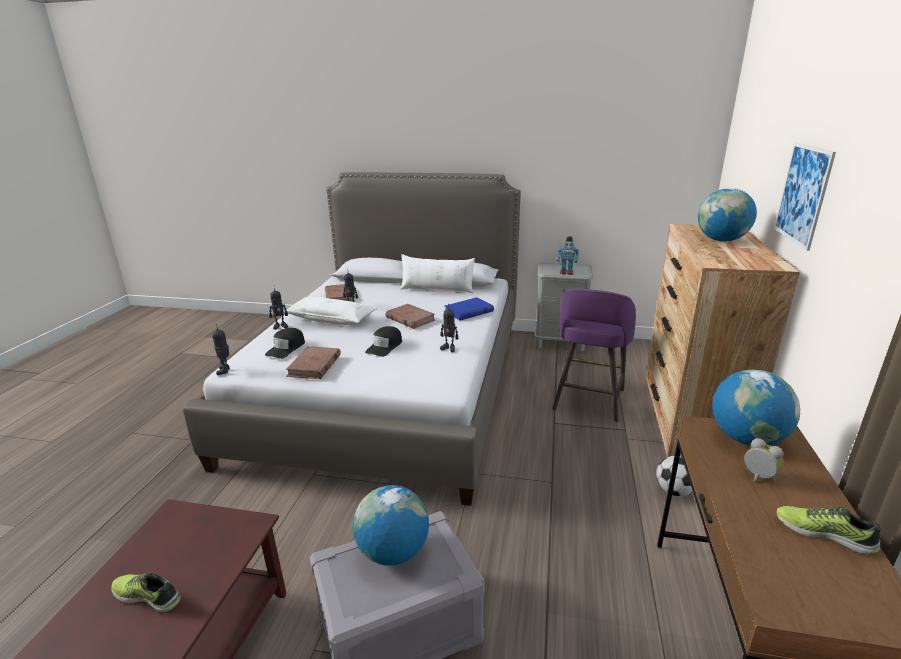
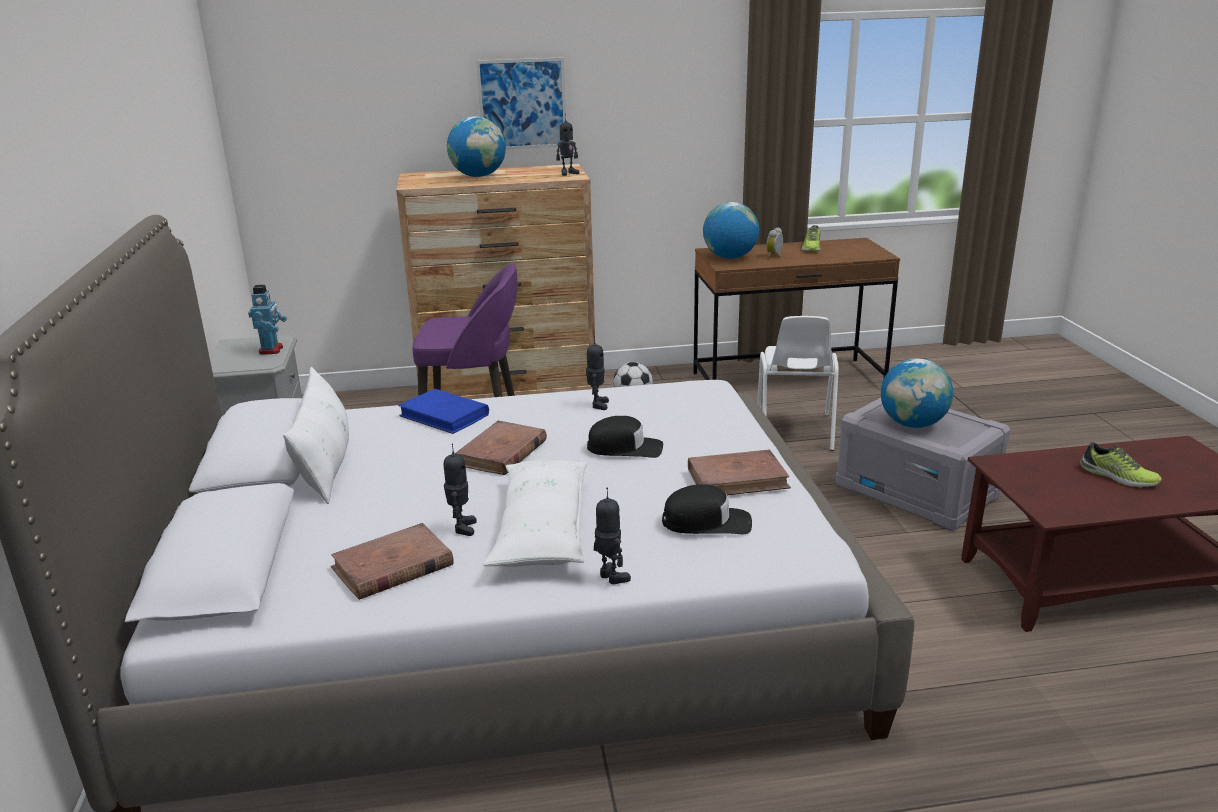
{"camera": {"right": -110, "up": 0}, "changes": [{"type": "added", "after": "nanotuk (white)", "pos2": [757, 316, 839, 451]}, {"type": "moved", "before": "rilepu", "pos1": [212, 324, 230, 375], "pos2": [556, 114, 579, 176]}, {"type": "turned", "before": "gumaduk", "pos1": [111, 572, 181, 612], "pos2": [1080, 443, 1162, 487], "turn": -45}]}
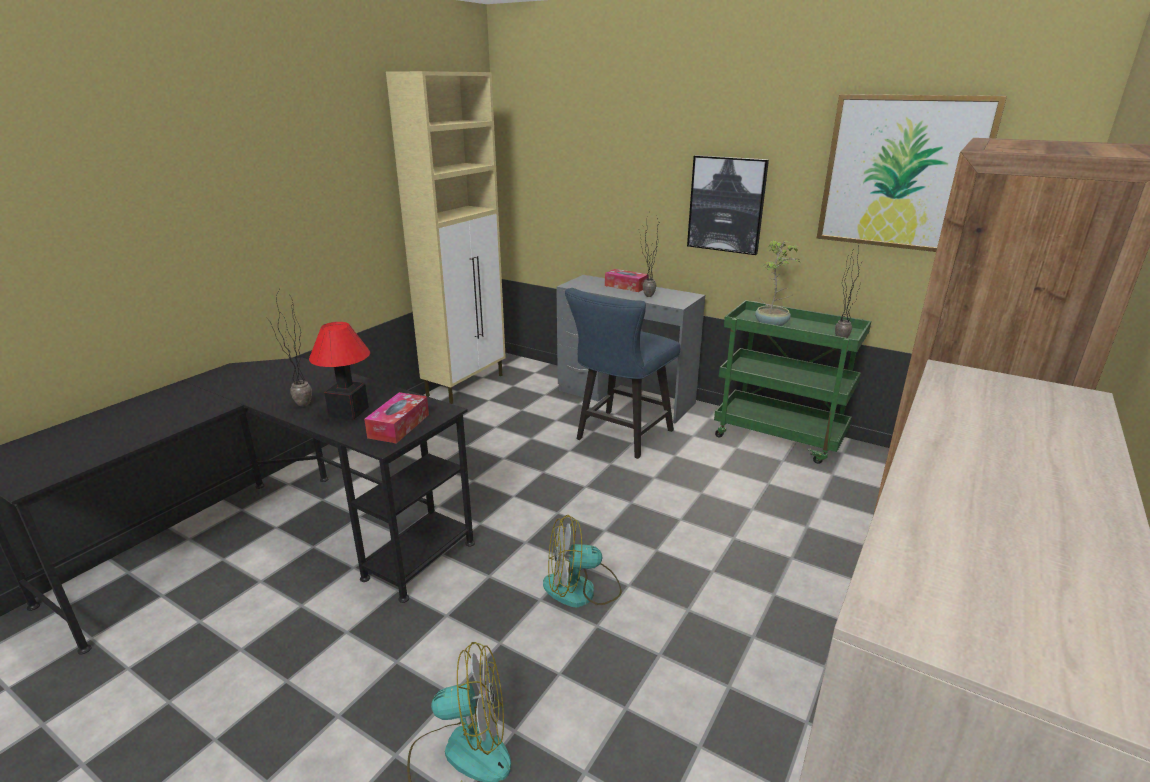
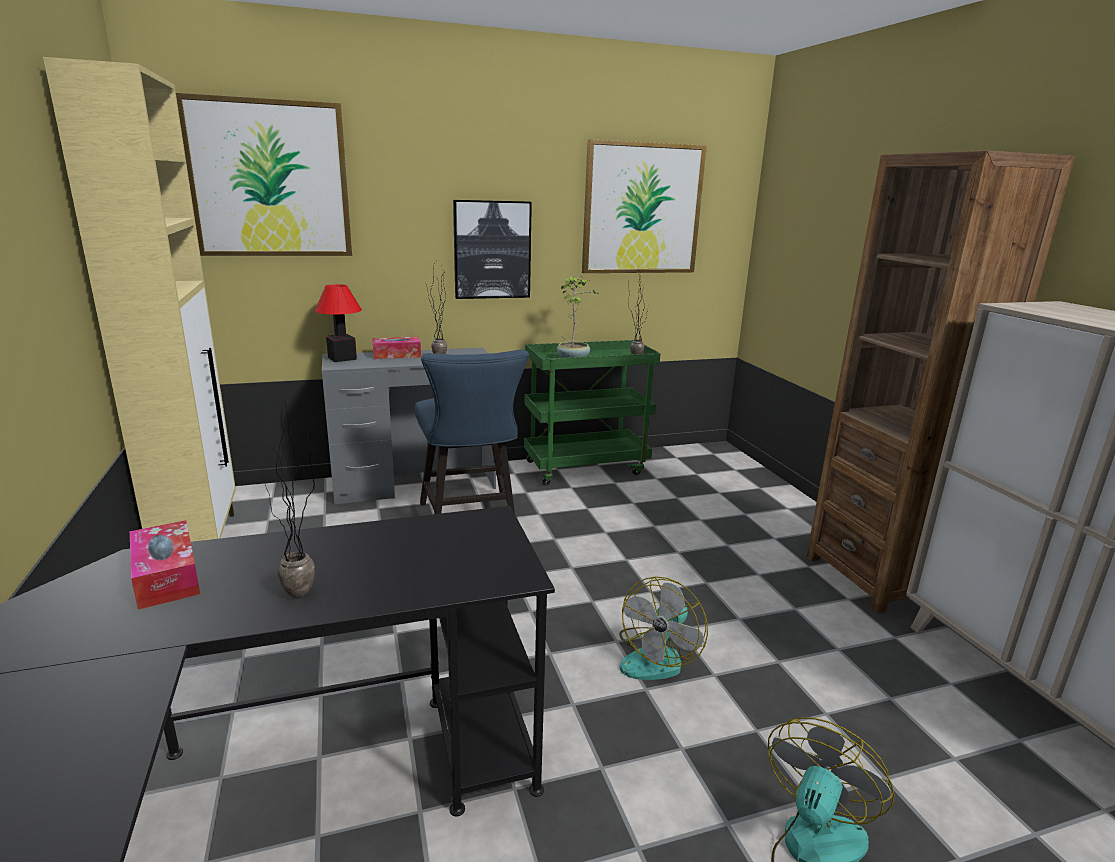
{"camera": {"right": -50, "up": -5}, "changes": [{"type": "added", "after": "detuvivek", "pos2": [176, 93, 352, 256]}, {"type": "moved", "before": "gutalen", "pos1": [309, 322, 370, 420], "pos2": [315, 284, 362, 362]}, {"type": "moved", "before": "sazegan", "pos1": [364, 392, 429, 444], "pos2": [130, 520, 200, 610]}]}
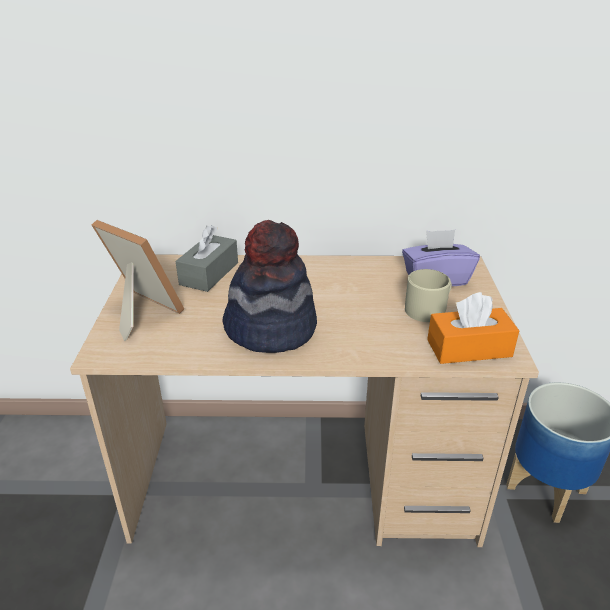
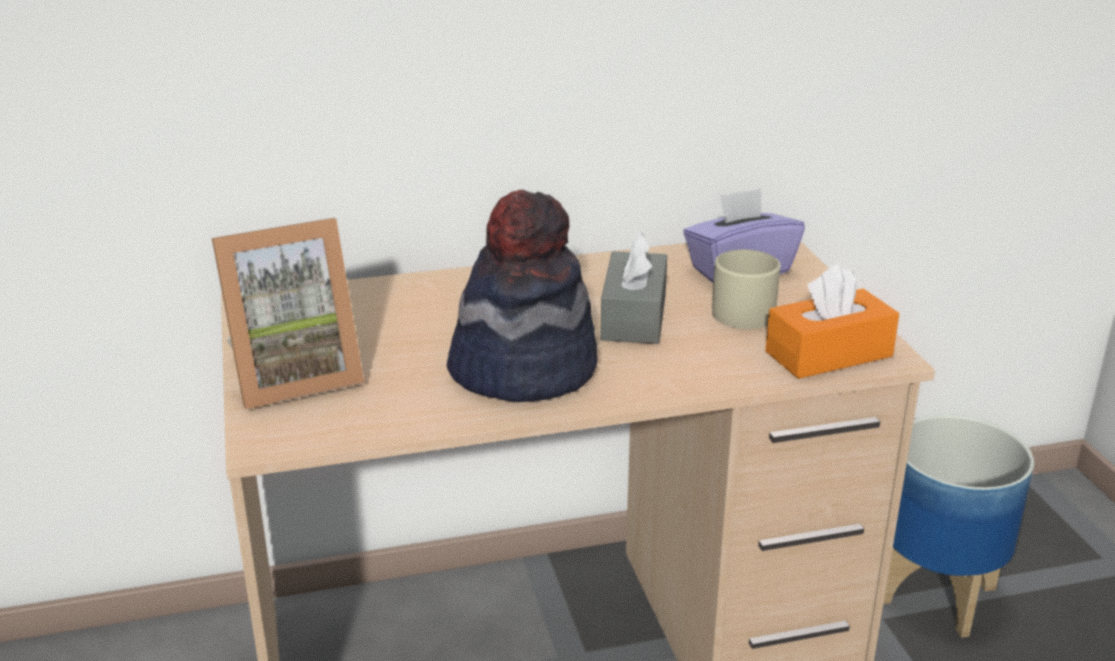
{"camera": {"right": -15, "up": -5}, "changes": [{"type": "moved", "before": "sazegan (grey)", "pos1": [176, 225, 238, 292], "pos2": [600, 232, 667, 344]}, {"type": "turned", "before": "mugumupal", "pos1": [92, 220, 184, 341], "pos2": [212, 218, 364, 409], "turn": 135}]}
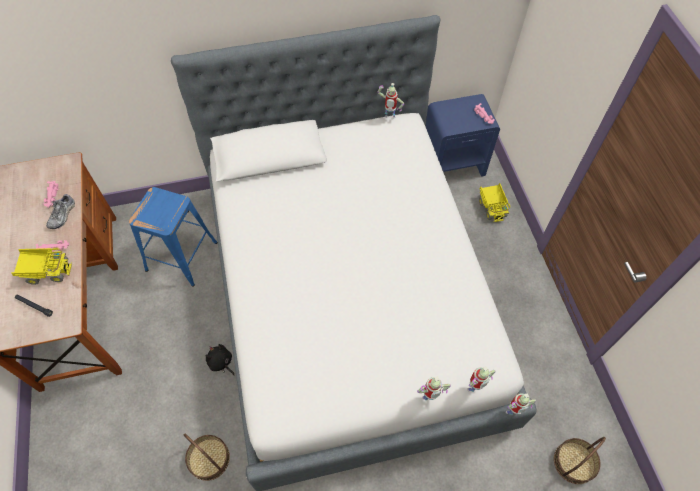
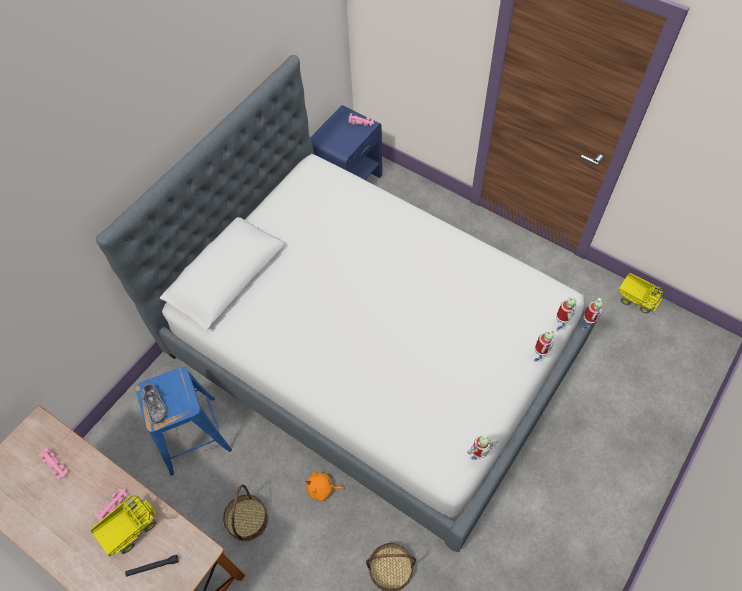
{"camera": {"right": -40, "up": 0}, "changes": [{"type": "moved", "before": "gumaduk", "pos1": [46, 194, 75, 229], "pos2": [141, 383, 167, 424]}, {"type": "moved", "before": "rilepu", "pos1": [377, 83, 404, 118], "pos2": [467, 434, 498, 460]}, {"type": "moved", "before": "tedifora", "pos1": [479, 183, 510, 222], "pos2": [618, 273, 663, 314]}, {"type": "moved", "before": "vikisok", "pos1": [554, 437, 606, 484], "pos2": [223, 484, 268, 541]}, {"type": "recoloured", "before": "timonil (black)", "after": "timonil (orange)", "pos1": [206, 344, 234, 375], "pos2": [306, 472, 344, 501]}]}
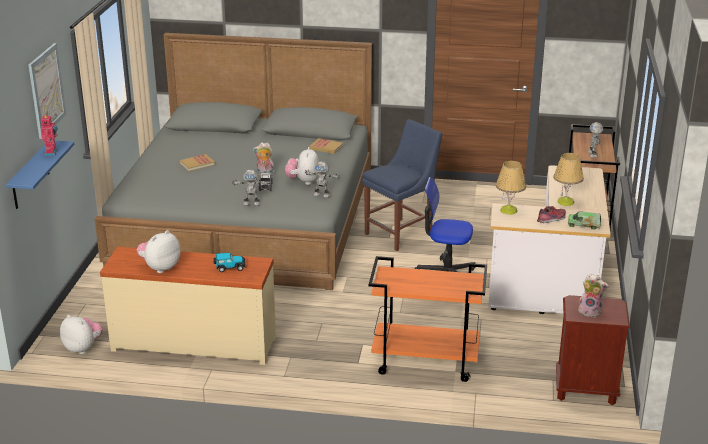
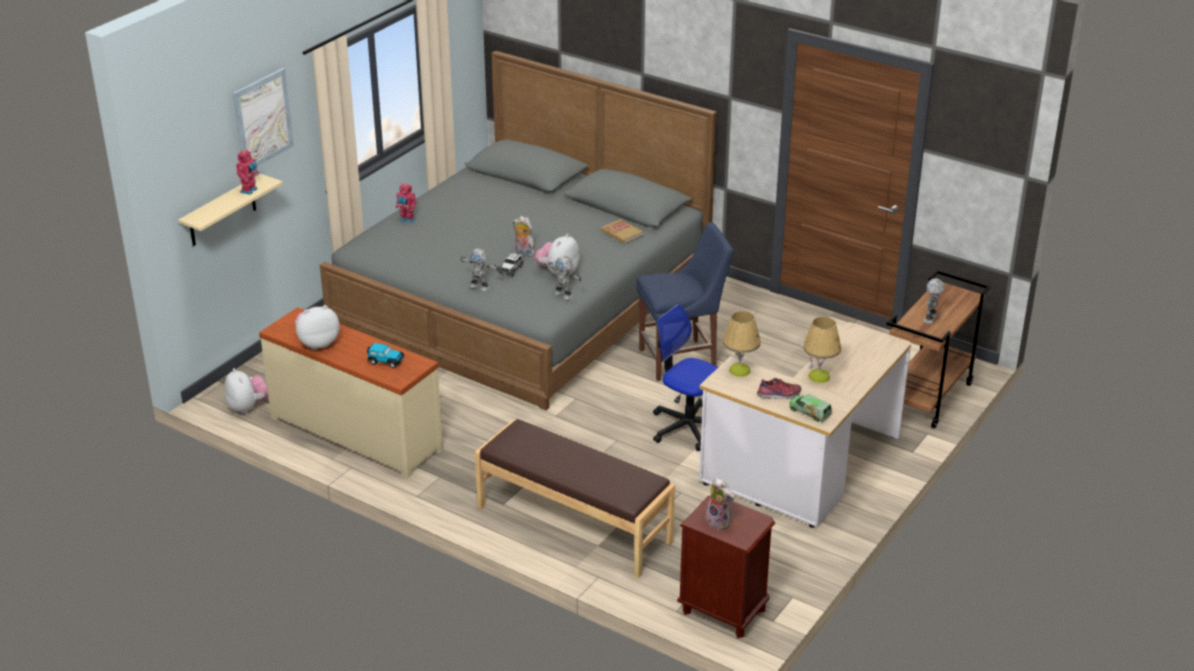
{"camera": {"right": 25, "up": 5}, "changes": [{"type": "removed", "before": "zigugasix", "pos1": [180, 154, 215, 171]}, {"type": "added", "after": "rilepu", "pos2": [396, 184, 417, 224]}, {"type": "replaced", "before": "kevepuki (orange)", "after": "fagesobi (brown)", "pos1": [369, 256, 487, 382], "pos2": [475, 419, 675, 578]}, {"type": "recoloured", "before": "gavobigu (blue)", "after": "gavobigu (beige)", "pos1": [6, 141, 75, 209], "pos2": [178, 174, 283, 246]}]}
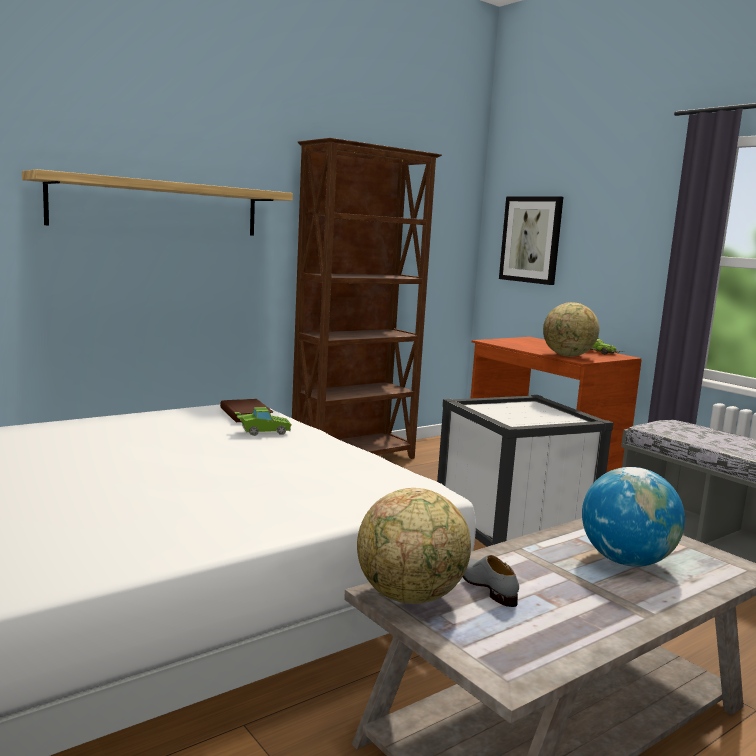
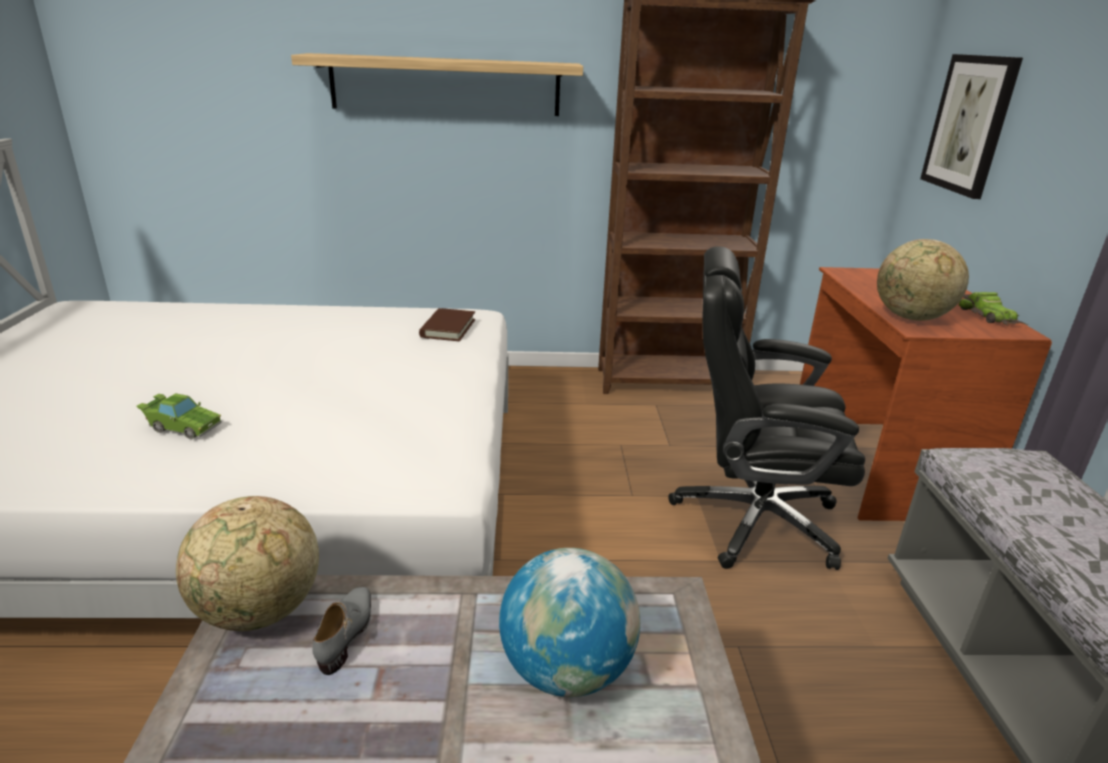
{"camera": {"right": 35, "up": 15}, "changes": [{"type": "moved", "before": "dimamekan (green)", "pos1": [234, 407, 292, 436], "pos2": [136, 393, 222, 440]}, {"type": "replaced", "before": "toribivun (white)", "after": "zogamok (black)", "pos1": [437, 395, 614, 547], "pos2": [668, 246, 865, 570]}]}
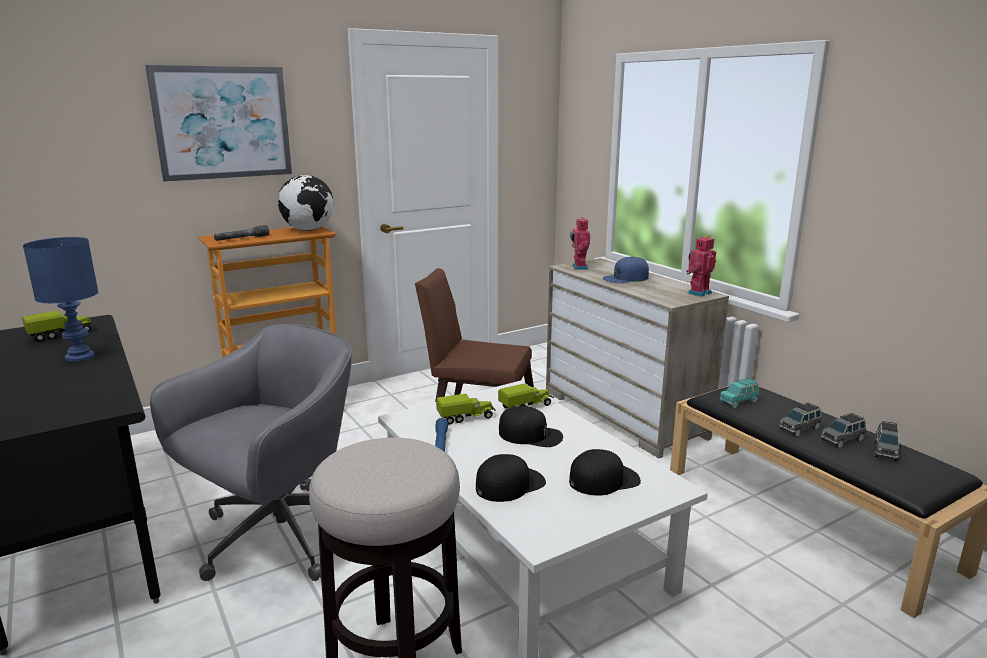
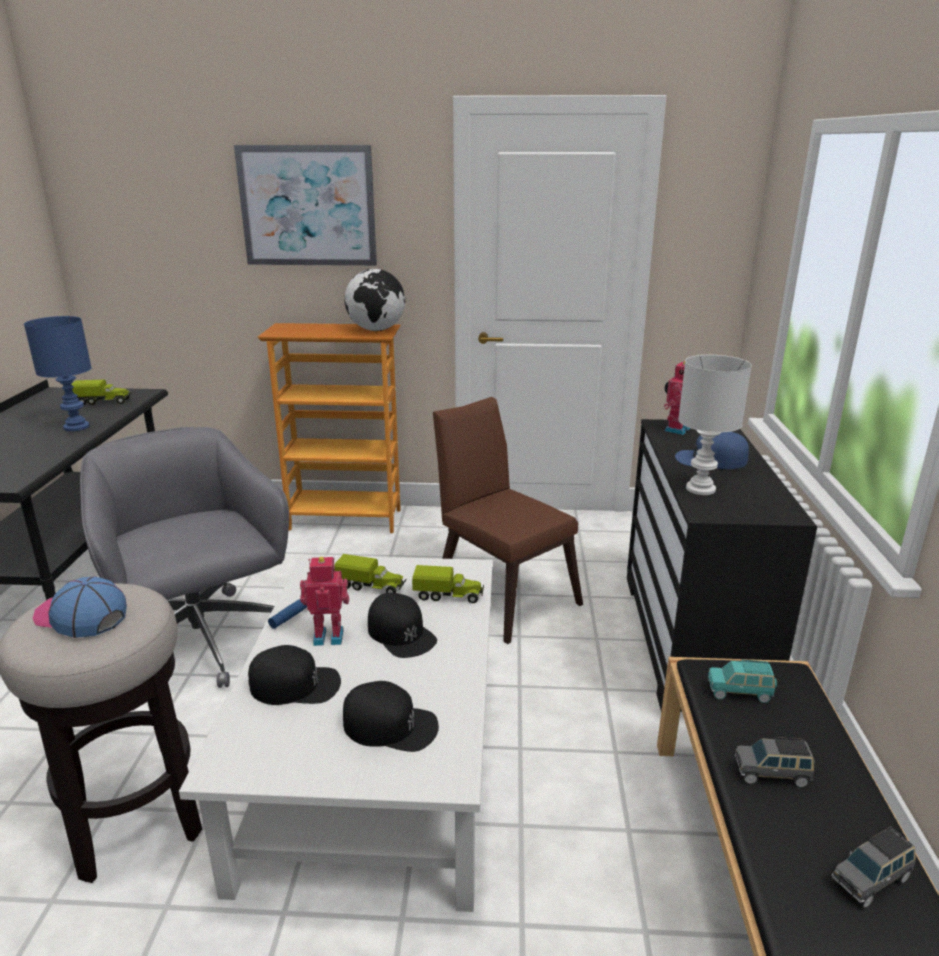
{"camera": {"right": 35, "up": 5}, "changes": [{"type": "removed", "before": "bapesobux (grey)", "pos1": [214, 225, 269, 241]}, {"type": "removed", "before": "dimamekan (grey)", "pos1": [821, 413, 866, 448]}, {"type": "added", "after": "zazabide", "pos2": [33, 577, 127, 638]}, {"type": "added", "after": "gutalen (white)", "pos2": [678, 355, 752, 495]}, {"type": "moved", "before": "rilepu", "pos1": [686, 236, 716, 297], "pos2": [300, 557, 349, 646]}, {"type": "recoloured", "before": "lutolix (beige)", "after": "lutolix (black)", "pos1": [546, 258, 729, 458], "pos2": [627, 419, 817, 712]}, {"type": "turned", "before": "zogamok (grey)", "pos1": [150, 324, 352, 581], "pos2": [80, 427, 289, 688], "turn": -105}]}
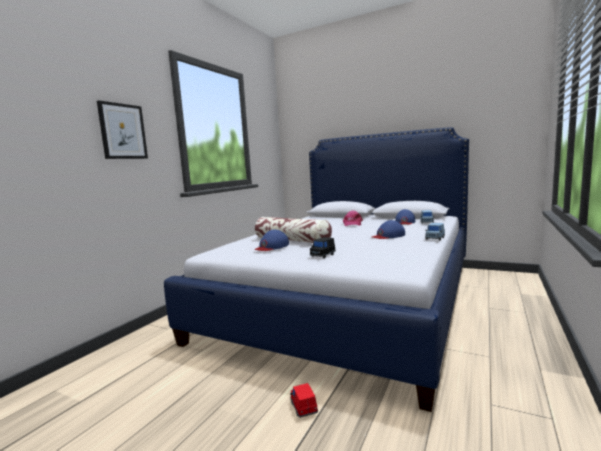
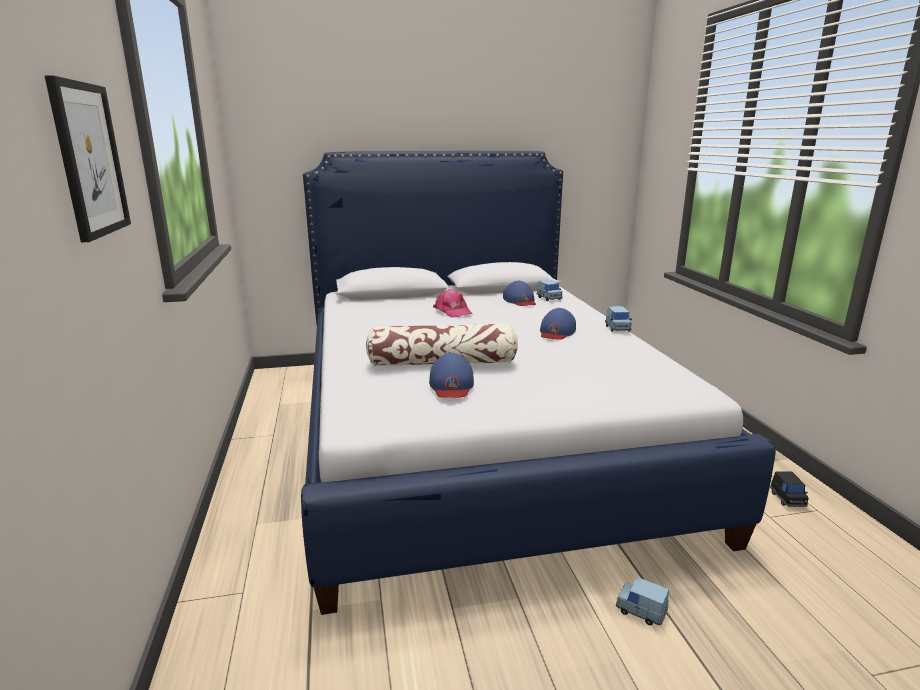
{"camera": {"right": -40, "up": 10}, "changes": [{"type": "moved", "before": "dimamekan (black)", "pos1": [310, 237, 336, 258], "pos2": [770, 471, 809, 507]}, {"type": "recoloured", "before": "dimamekan (red)", "after": "dimamekan (blue)", "pos1": [290, 383, 318, 417], "pos2": [616, 577, 669, 625]}]}
